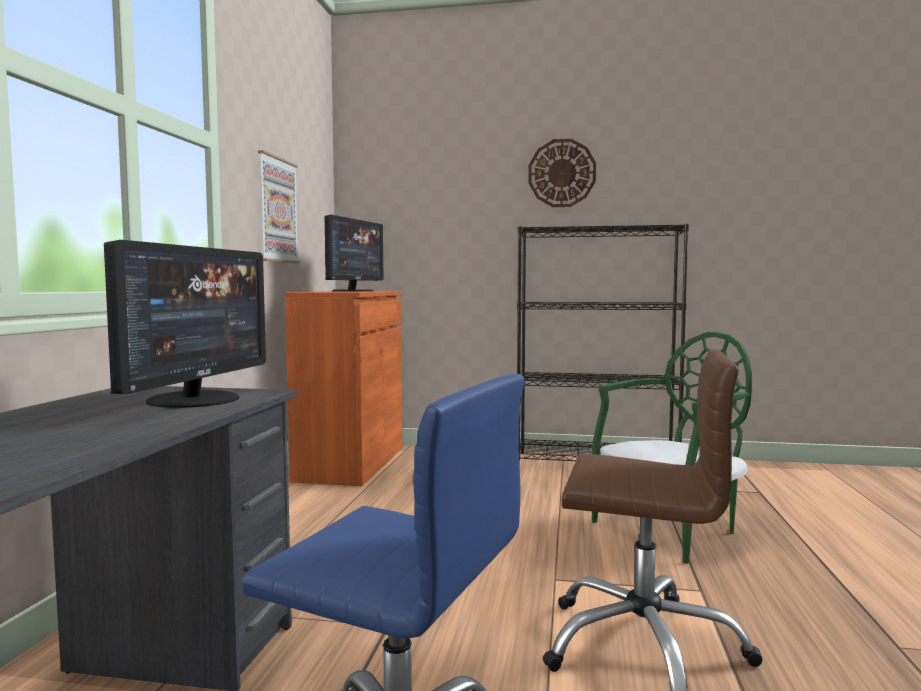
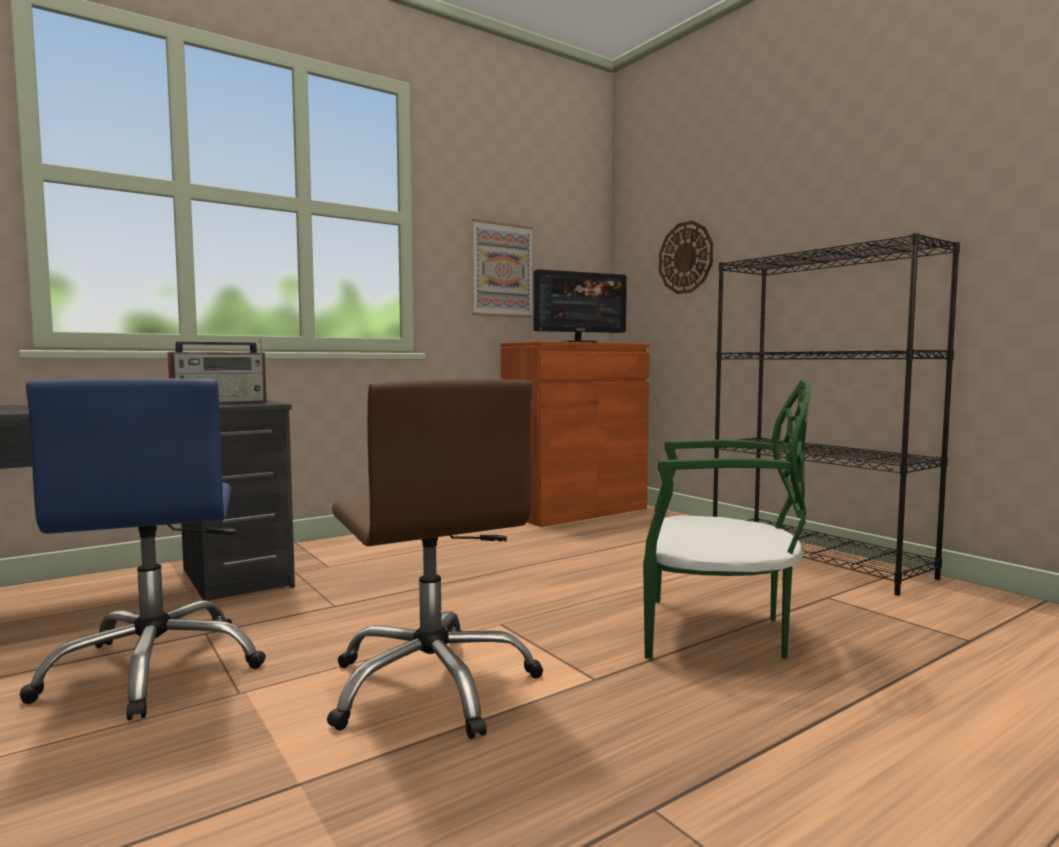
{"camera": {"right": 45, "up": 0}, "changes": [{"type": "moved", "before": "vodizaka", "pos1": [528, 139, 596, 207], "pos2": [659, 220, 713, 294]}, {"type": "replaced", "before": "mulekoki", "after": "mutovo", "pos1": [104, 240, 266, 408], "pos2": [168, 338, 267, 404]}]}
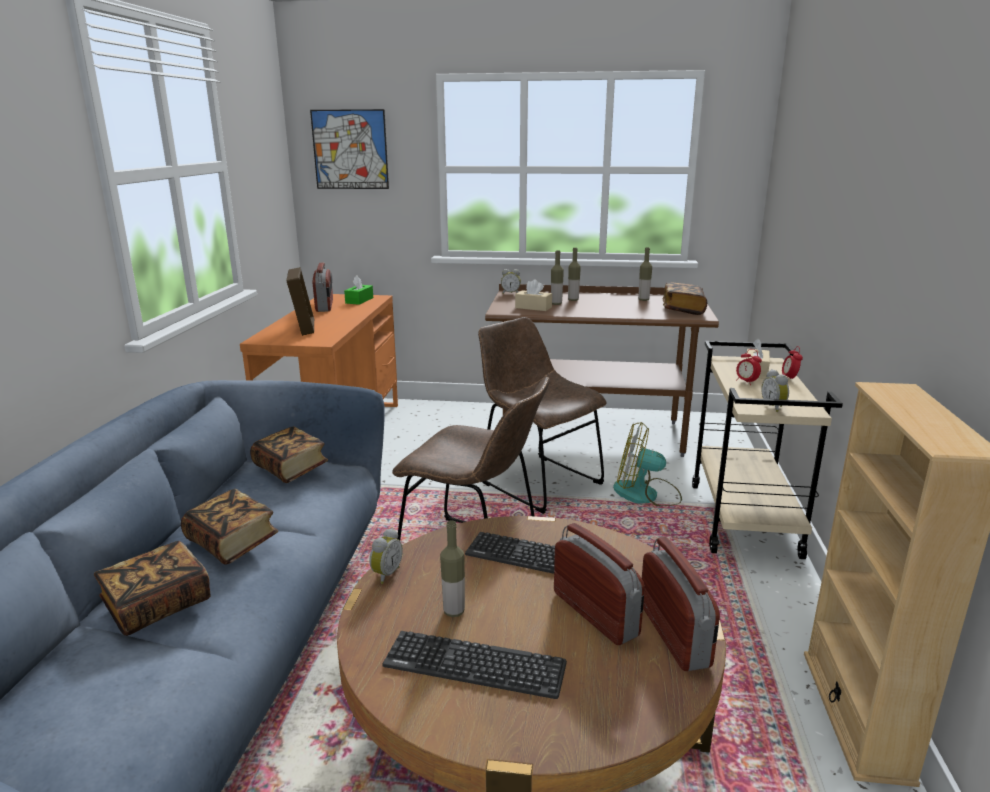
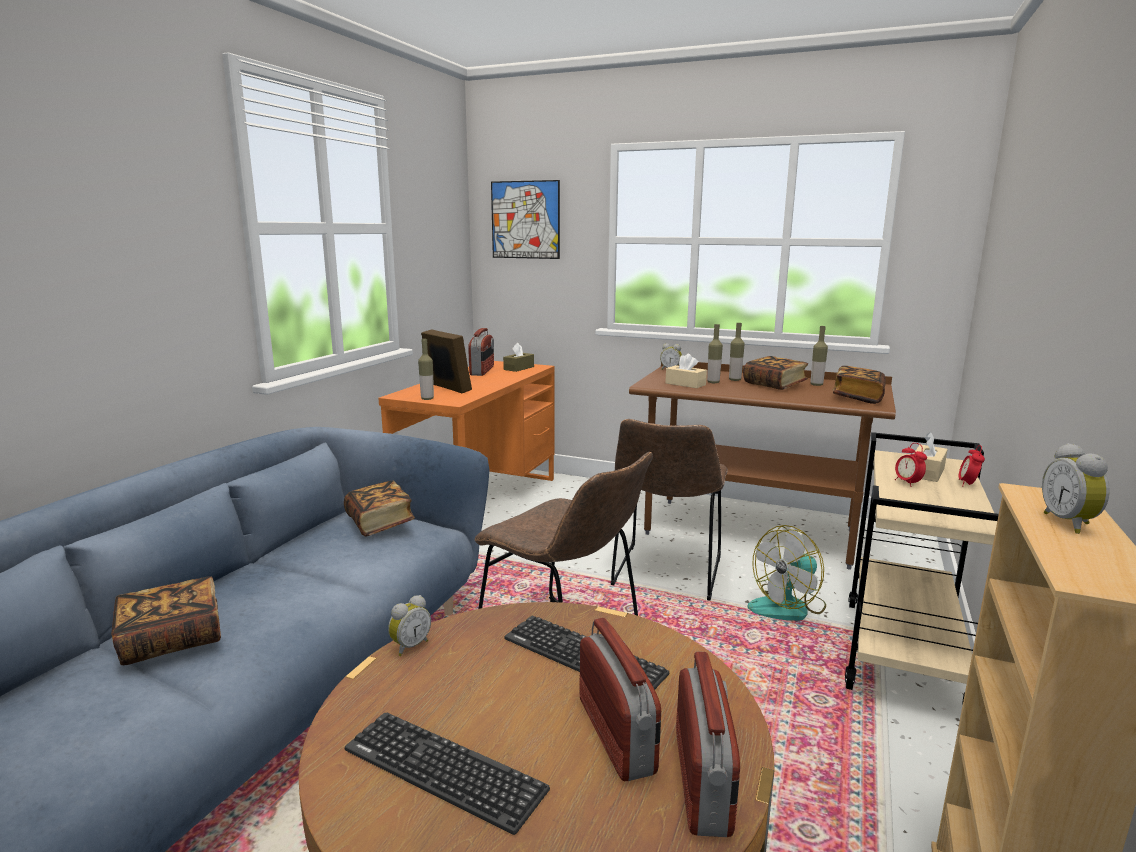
{"camera": {"right": 15, "up": -5}, "changes": [{"type": "moved", "before": "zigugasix", "pos1": [181, 489, 278, 565], "pos2": [743, 356, 808, 390]}, {"type": "moved", "before": "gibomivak", "pos1": [440, 521, 465, 617], "pos2": [418, 339, 434, 400]}, {"type": "moved", "before": "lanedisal", "pos1": [761, 369, 789, 412], "pos2": [1042, 443, 1110, 534]}, {"type": "recoloured", "before": "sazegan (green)", "after": "sazegan (brown)", "pos1": [344, 275, 373, 305], "pos2": [503, 343, 534, 372]}, {"type": "turned", "before": "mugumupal", "pos1": [286, 267, 314, 335], "pos2": [421, 329, 472, 393], "turn": -45}, {"type": "turned", "before": "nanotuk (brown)", "pos1": [478, 317, 607, 514], "pos2": [611, 419, 728, 601], "turn": -135}, {"type": "turned", "before": "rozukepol", "pos1": [613, 422, 682, 506], "pos2": [748, 525, 826, 621], "turn": -60}]}
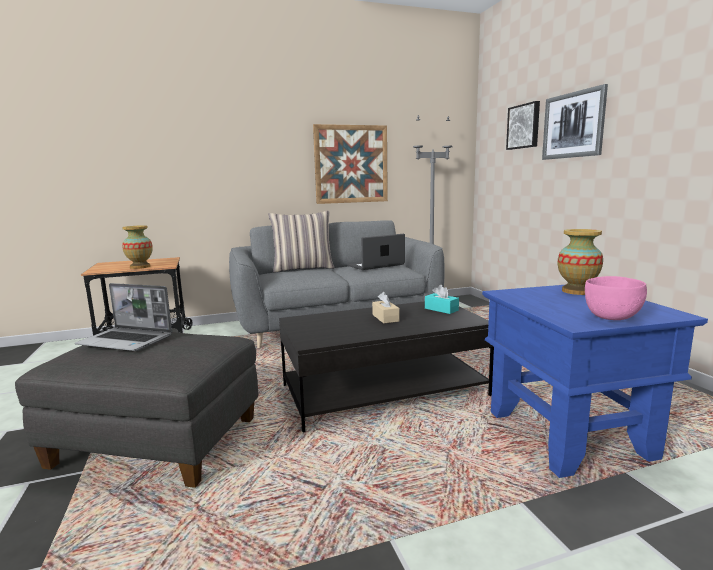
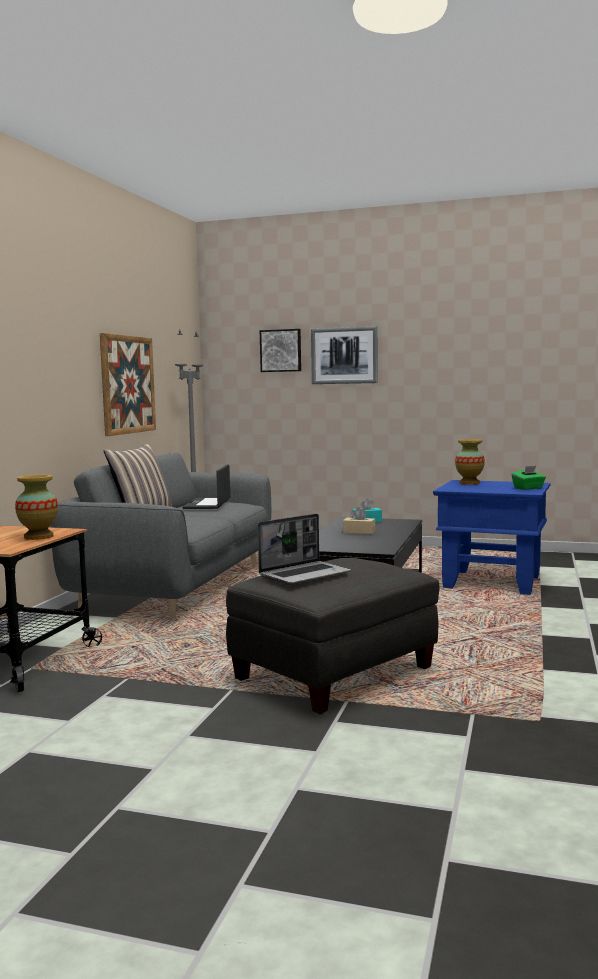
{"camera": {"right": -55, "up": -5}, "changes": [{"type": "replaced", "before": "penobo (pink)", "after": "sazegan (green)", "pos1": [585, 276, 647, 320], "pos2": [512, 466, 546, 490]}]}
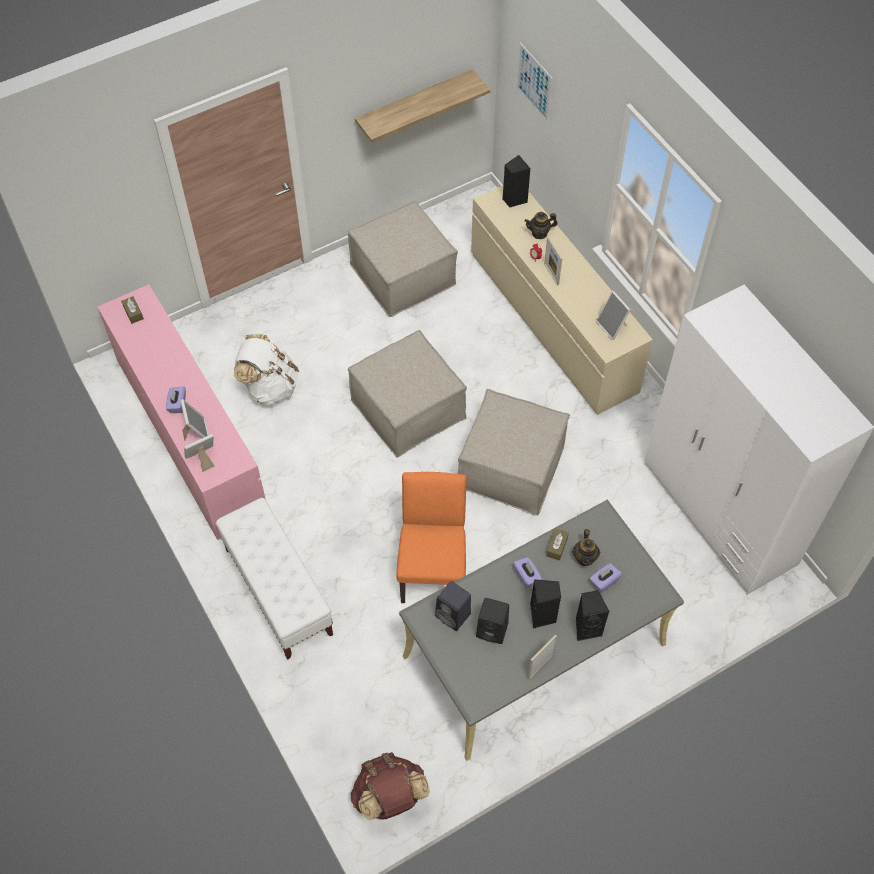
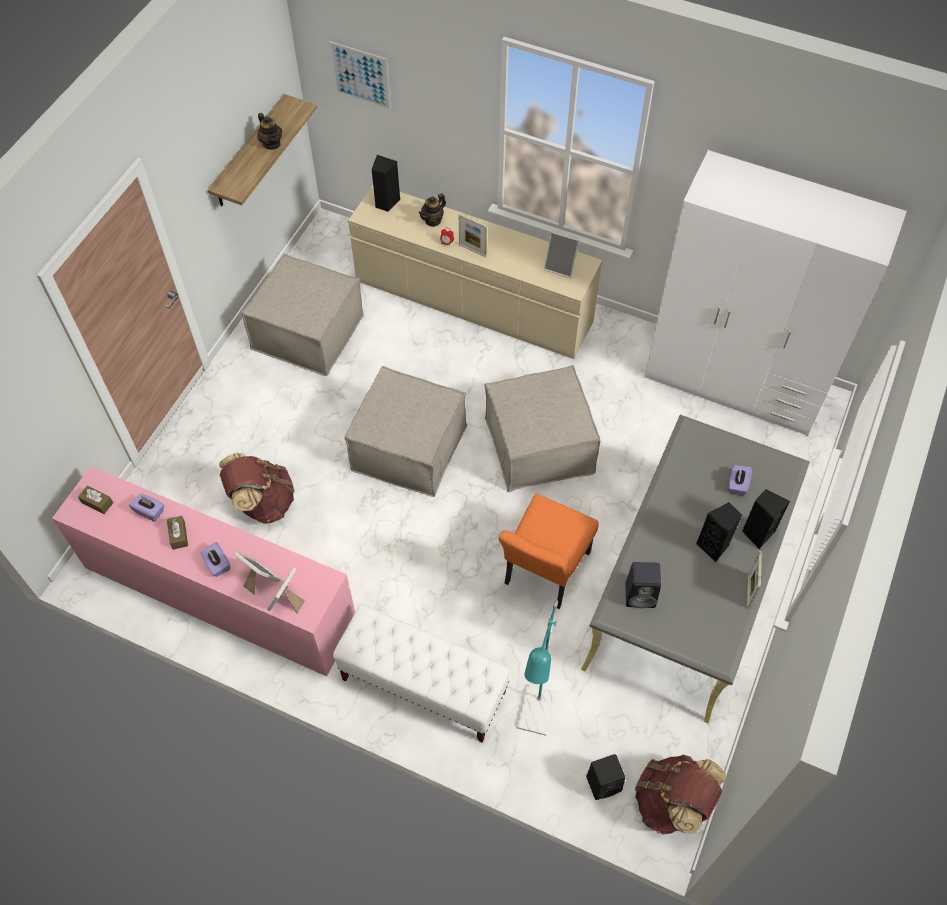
{"camera": {"right": -35, "up": 0}, "changes": [{"type": "added", "after": "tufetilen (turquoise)", "pos2": [517, 600, 558, 736]}, {"type": "moved", "before": "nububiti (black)", "pos1": [476, 598, 509, 644], "pos2": [586, 754, 625, 800]}, {"type": "moved", "before": "sazegan (purple)", "pos1": [513, 557, 542, 588], "pos2": [129, 494, 164, 522]}, {"type": "moved", "before": "sazegan (brown)", "pos1": [546, 528, 569, 561], "pos2": [167, 516, 188, 550]}, {"type": "moved", "before": "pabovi", "pos1": [572, 529, 600, 566], "pos2": [257, 113, 282, 150]}, {"type": "recoloured", "before": "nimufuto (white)", "after": "nimufuto (brown)", "pos1": [234, 334, 299, 406], "pos2": [219, 453, 294, 524]}, {"type": "turned", "before": "nanotuk (orange)", "pos1": [396, 472, 467, 603], "pos2": [499, 494, 599, 609], "turn": -120}]}
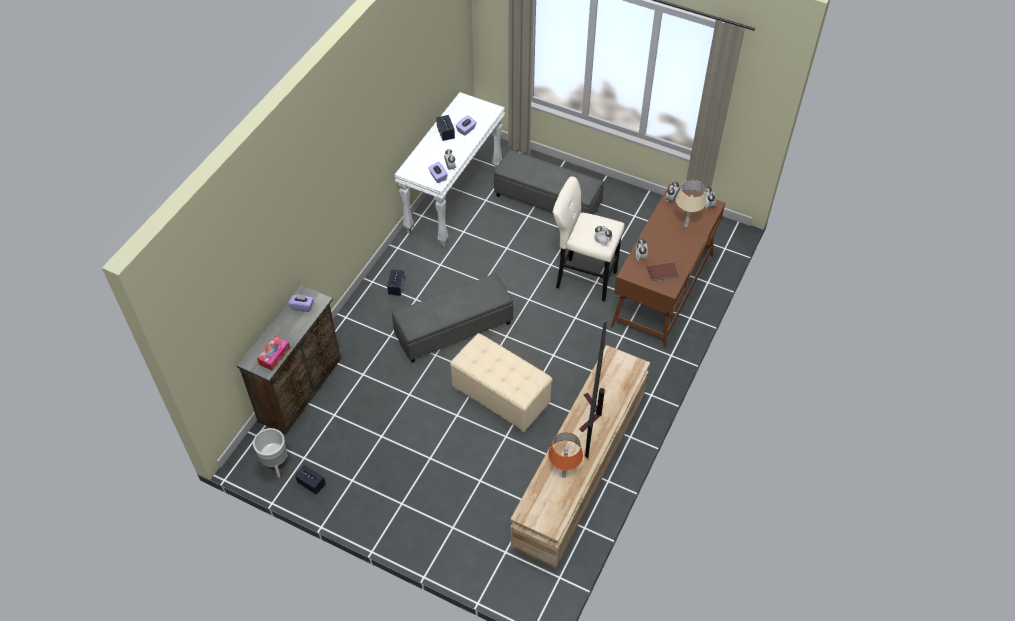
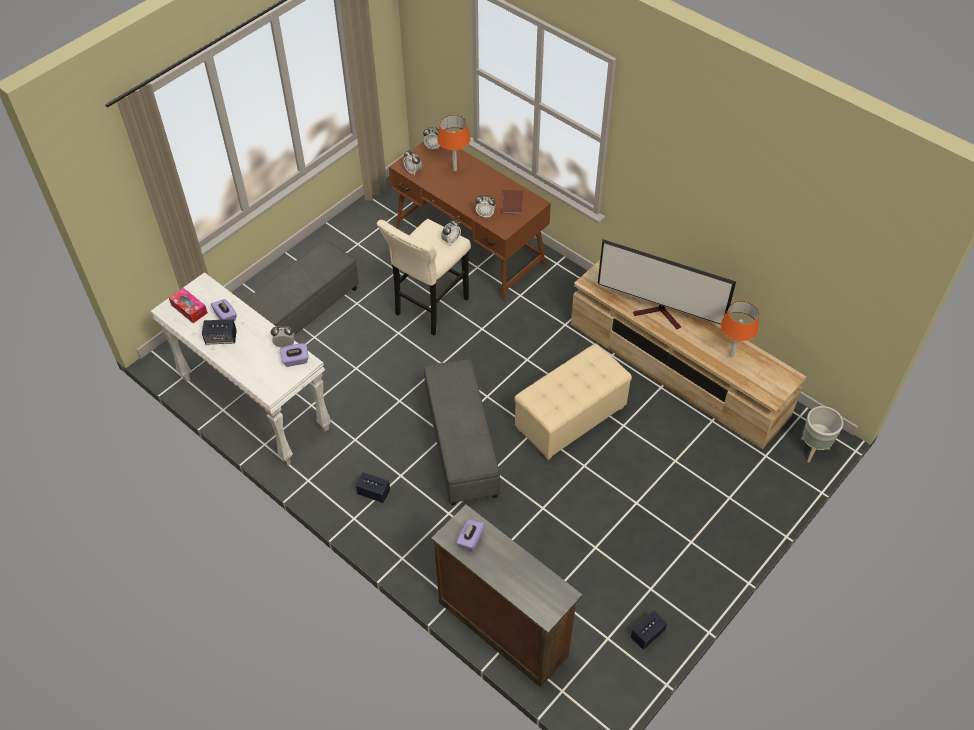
{"camera": {"right": -75, "up": 0}, "changes": [{"type": "moved", "before": "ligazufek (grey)", "pos1": [253, 428, 288, 477], "pos2": [801, 406, 843, 463]}, {"type": "moved", "before": "sazegan", "pos1": [257, 336, 290, 371], "pos2": [169, 288, 208, 323]}, {"type": "recoloured", "before": "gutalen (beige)", "after": "gutalen (orange)", "pos1": [676, 180, 706, 227], "pos2": [437, 115, 471, 171]}]}
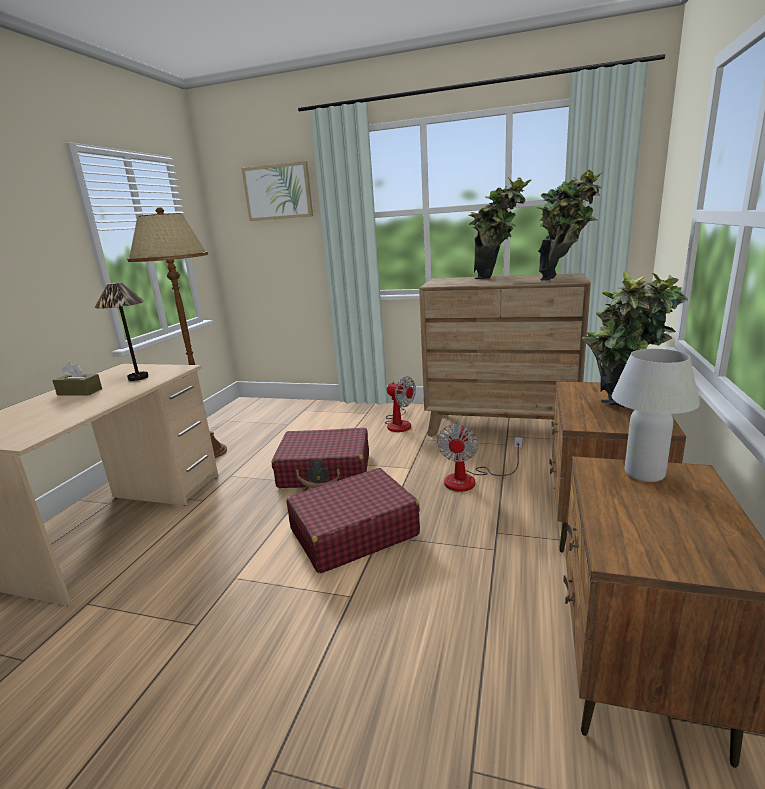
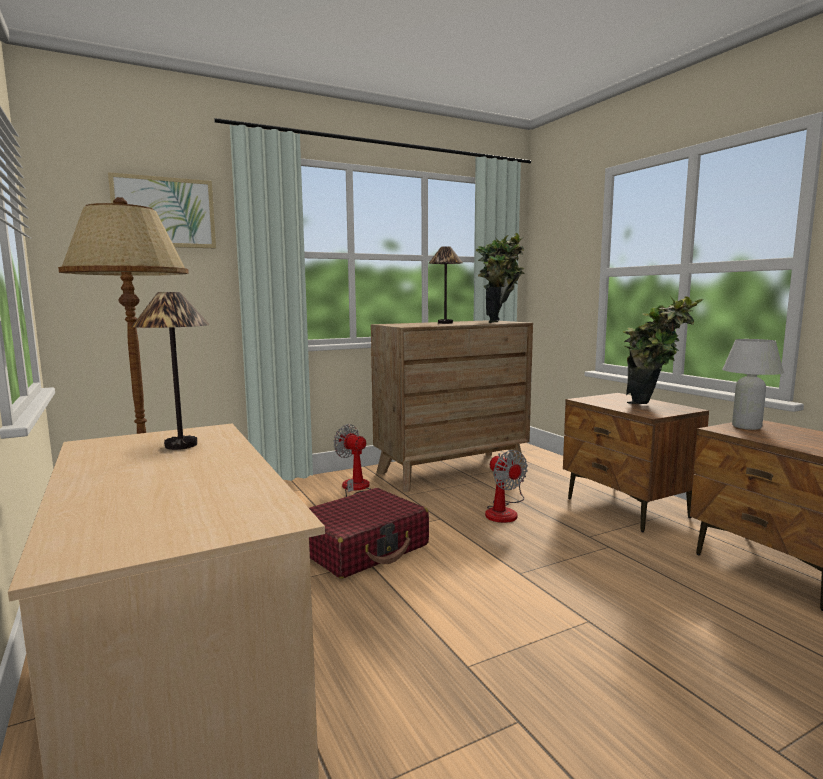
{"camera": {"right": -45, "up": -10}, "changes": [{"type": "removed", "before": "sazegan (brown)", "pos1": [52, 362, 102, 396]}, {"type": "removed", "before": "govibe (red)", "pos1": [286, 468, 420, 574]}, {"type": "replaced", "before": "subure", "after": "gutalen", "pos1": [469, 177, 531, 279], "pos2": [429, 246, 463, 324]}, {"type": "turned", "before": "rozukepol", "pos1": [385, 376, 416, 432], "pos2": [333, 424, 370, 497], "turn": -135}]}
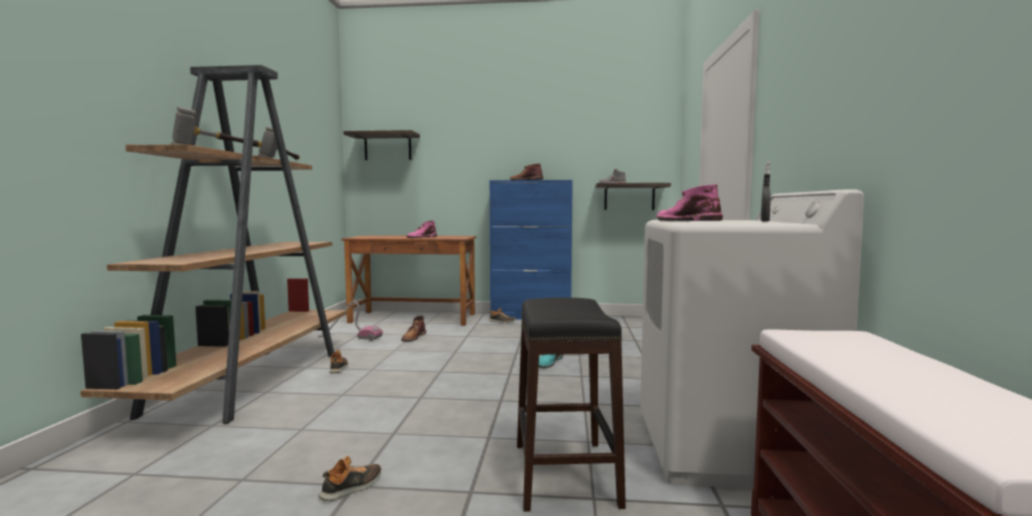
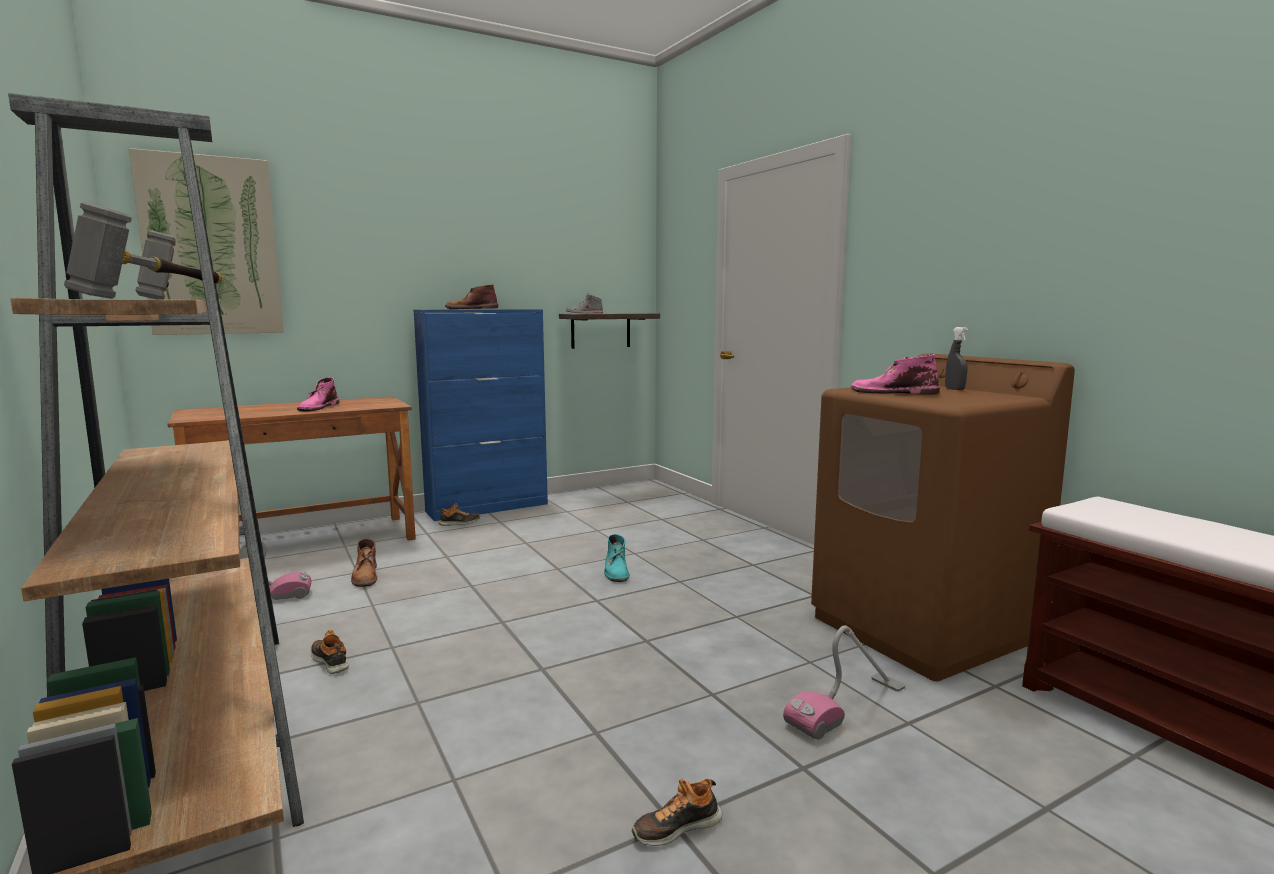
{"camera": {"right": -35, "up": 5}, "changes": [{"type": "replaced", "before": "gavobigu", "after": "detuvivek", "pos1": [343, 130, 420, 160], "pos2": [129, 148, 284, 335]}, {"type": "replaced", "before": "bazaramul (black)", "after": "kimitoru", "pos1": [517, 298, 626, 512], "pos2": [783, 625, 905, 740]}, {"type": "recoloured", "before": "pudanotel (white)", "after": "pudanotel (brown)", "pos1": [640, 189, 864, 489], "pos2": [811, 353, 1075, 681]}, {"type": "turned", "before": "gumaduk", "pos1": [318, 456, 381, 501], "pos2": [632, 779, 722, 846], "turn": -120}]}
